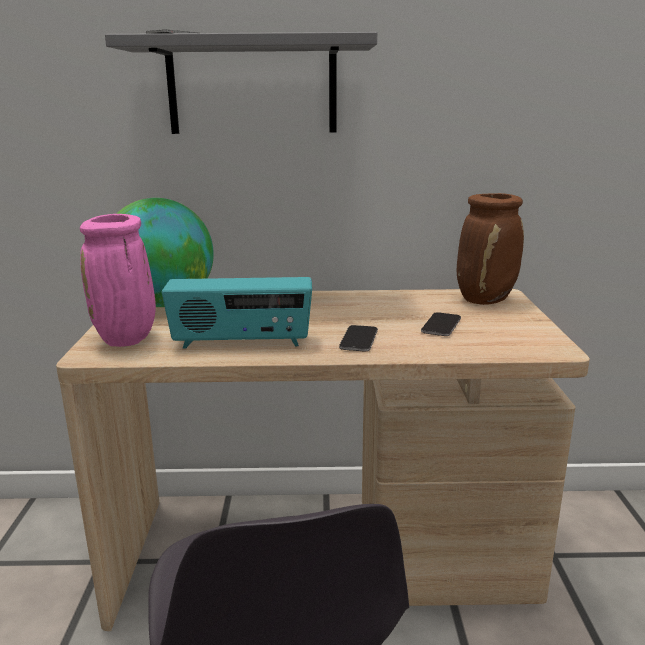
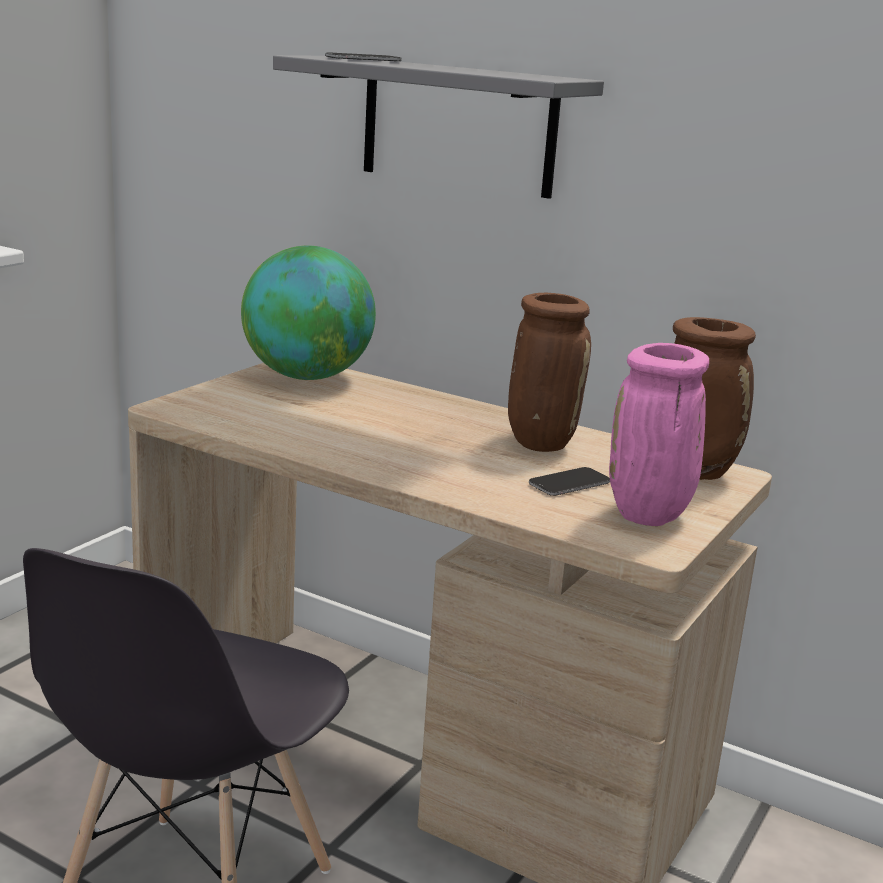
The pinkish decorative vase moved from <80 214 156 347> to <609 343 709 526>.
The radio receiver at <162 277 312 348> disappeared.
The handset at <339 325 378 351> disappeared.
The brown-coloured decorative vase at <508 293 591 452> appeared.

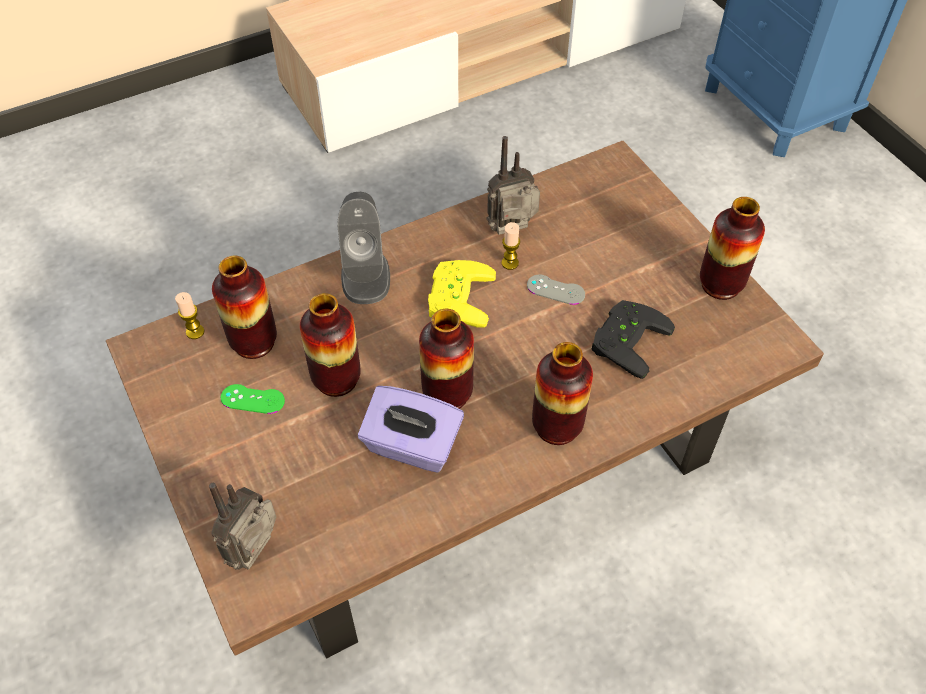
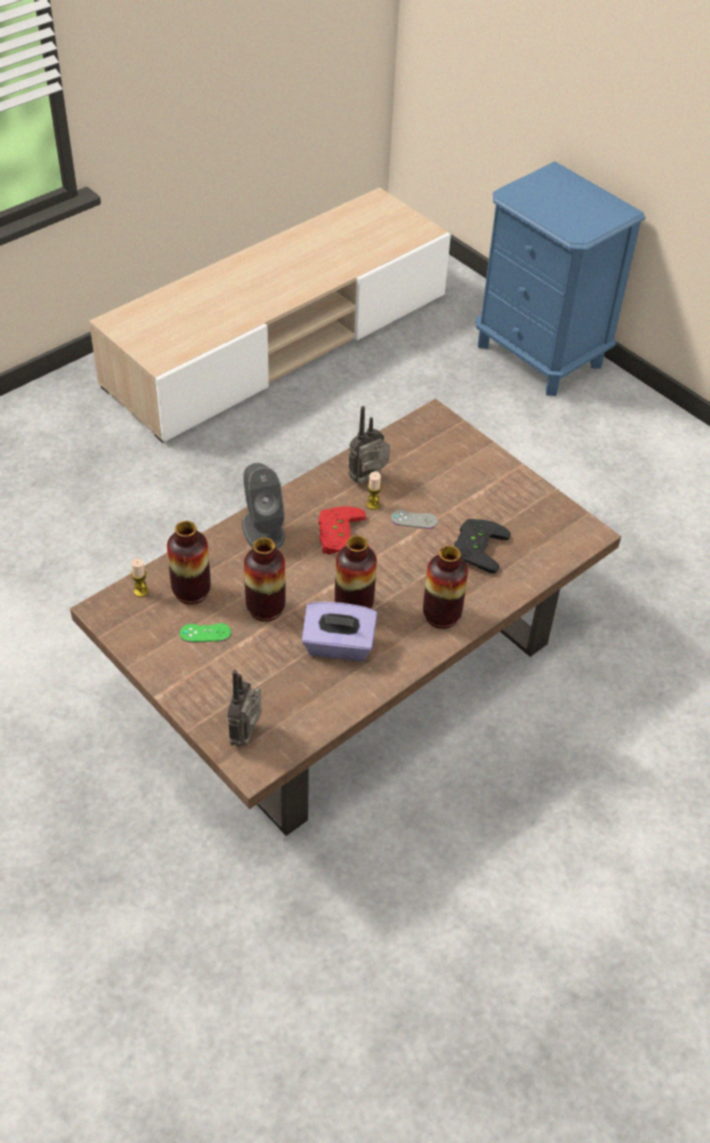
The yellow-coloured game controller at <428 260 496 328> became the red-coloured game controller at <318 506 370 555>.
The decorative vase at <700 197 765 300> disappeared.

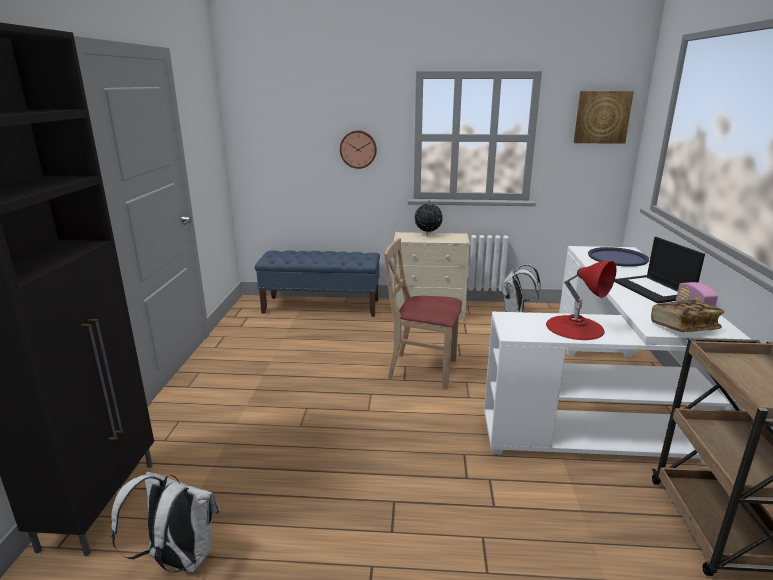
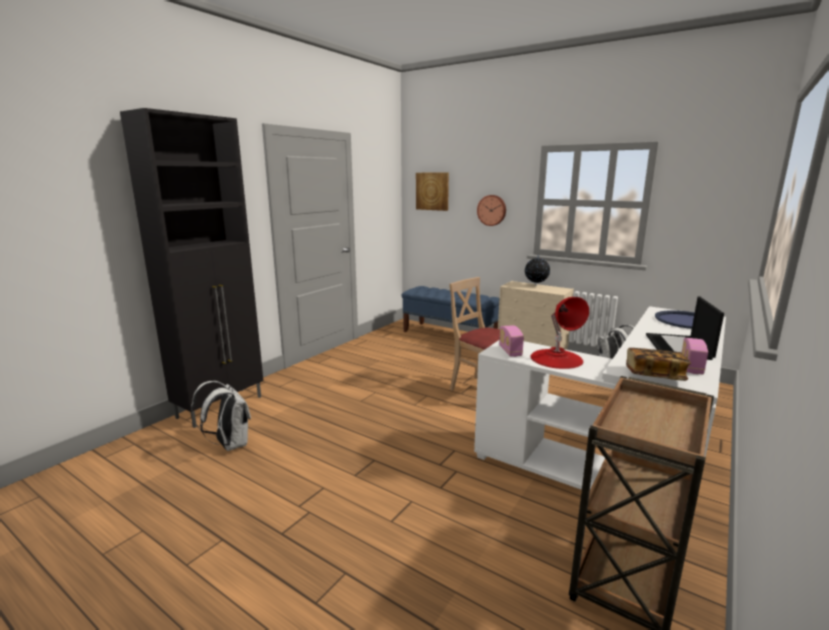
The picture moved from <574 91 634 144> to <416 172 449 211>.
The radio receiver at <499 325 524 357> appeared.

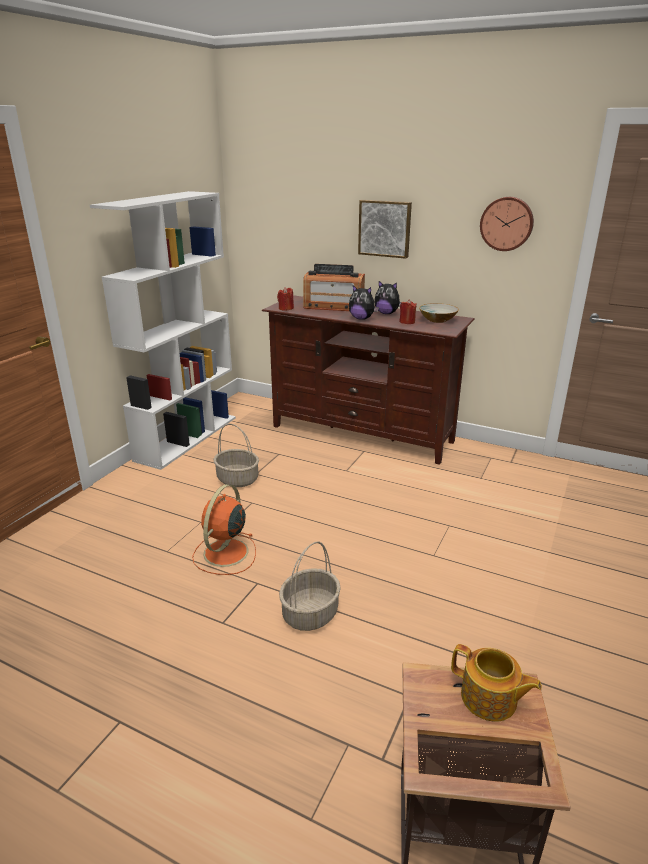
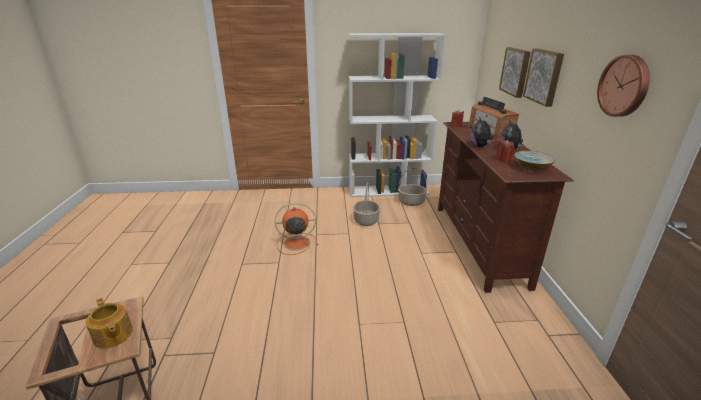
The household basket moved from <279 542 341 631> to <398 168 427 206>.
The tea pot at <451 644 542 722> turned 45 degrees counterclockwise.
The picture at <499 47 531 98> appeared.

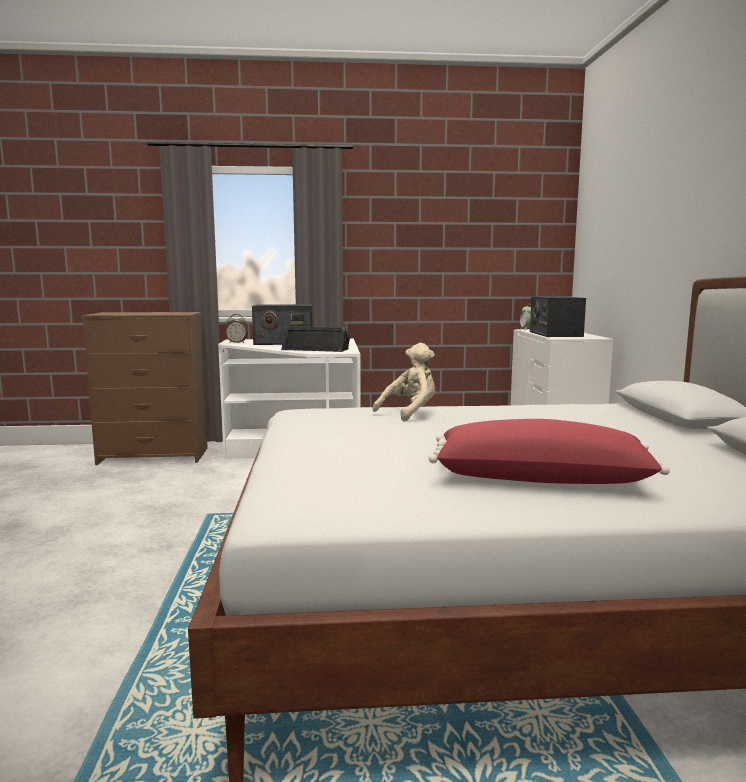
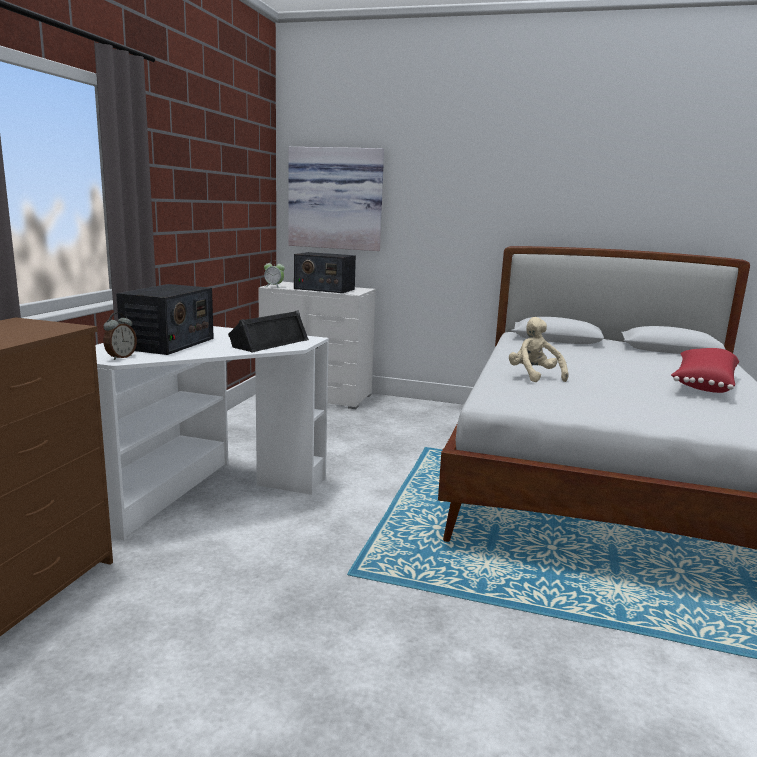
The picture at <288 147 384 251> appeared.

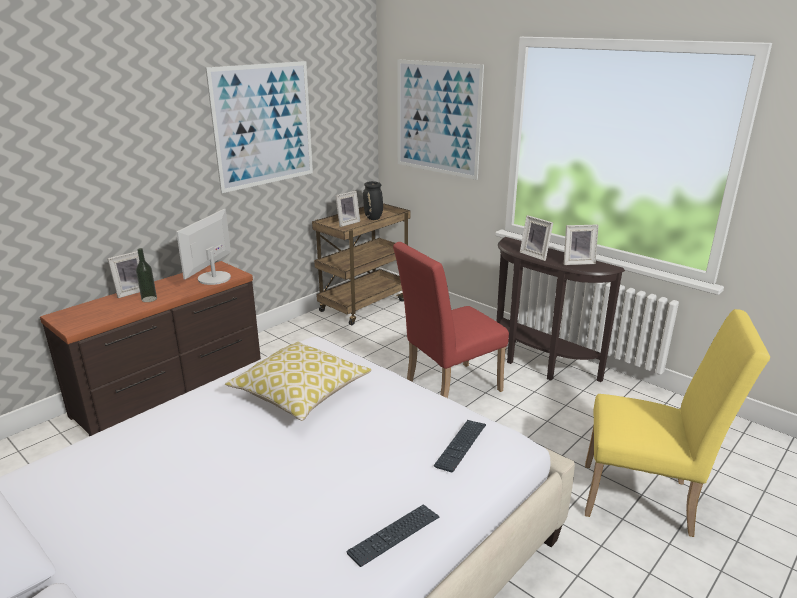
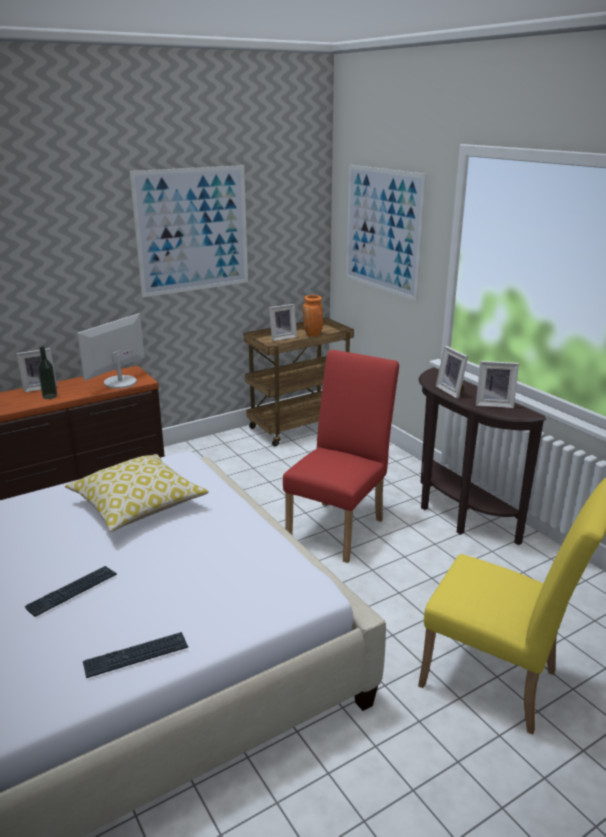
The black decorative vase at <363 181 383 220> became the orange-coloured decorative vase at <303 295 323 337>.
The red-coloured chair at <393 242 509 398> turned 135 degrees clockwise.
The PC keyboard moved from <434 420 486 472> to <25 566 117 617>.

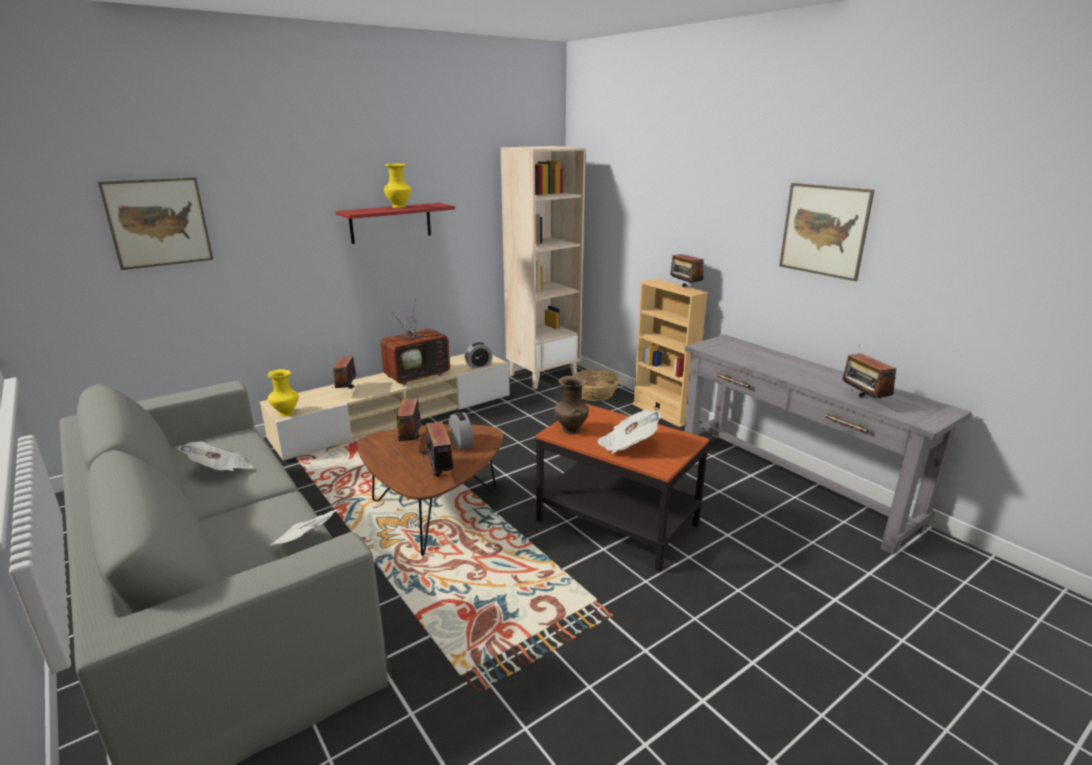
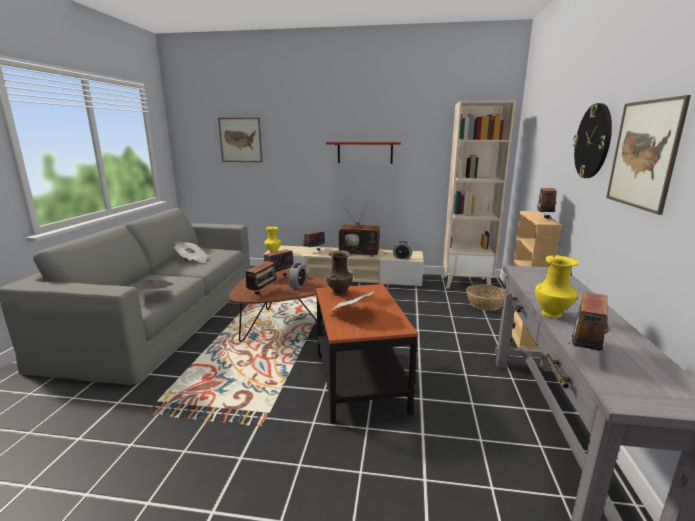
The yellow-coloured decorative vase moved from <384 163 411 208> to <535 255 579 318>.
The wall clock at <573 103 612 178> appeared.

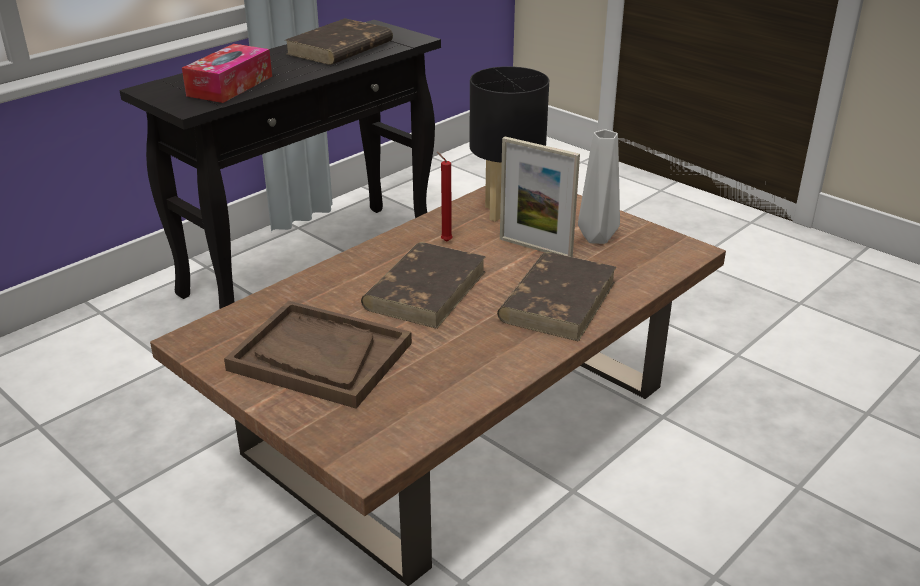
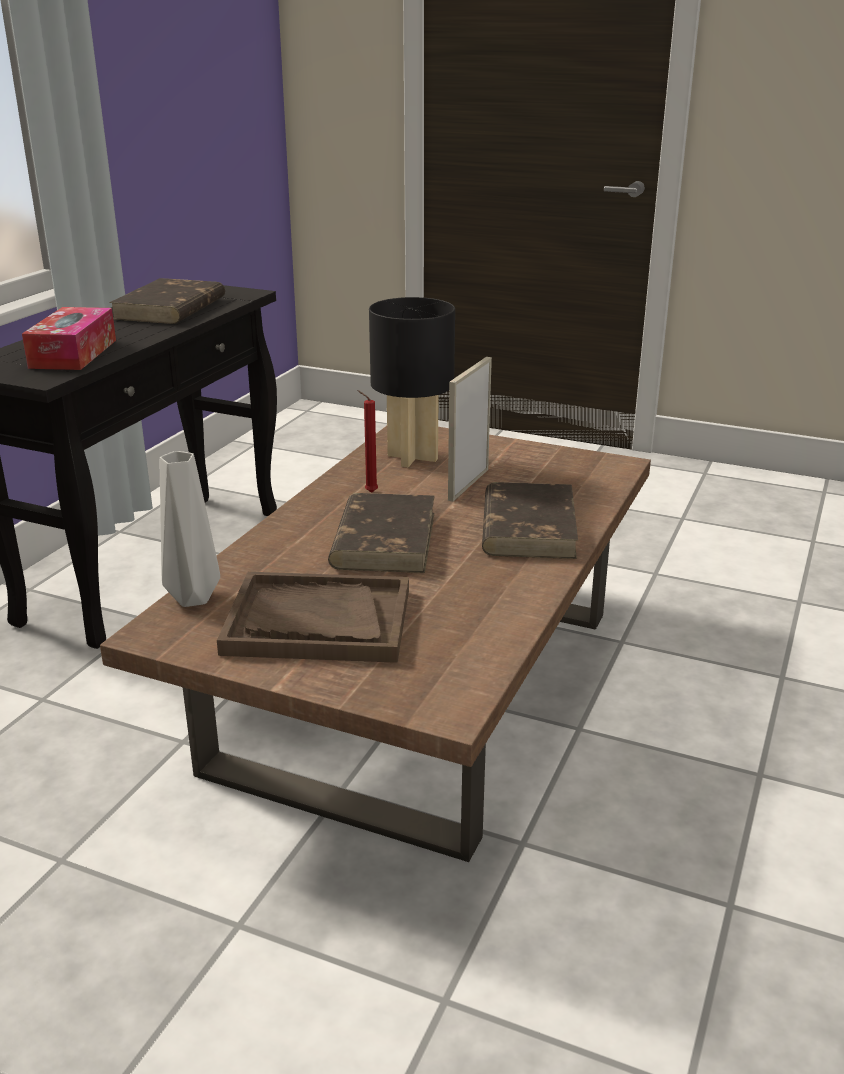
The picture frame at <500 137 580 257> turned 105 degrees clockwise.
The gray decorative vase moved from <578 129 620 244> to <160 451 220 607>.

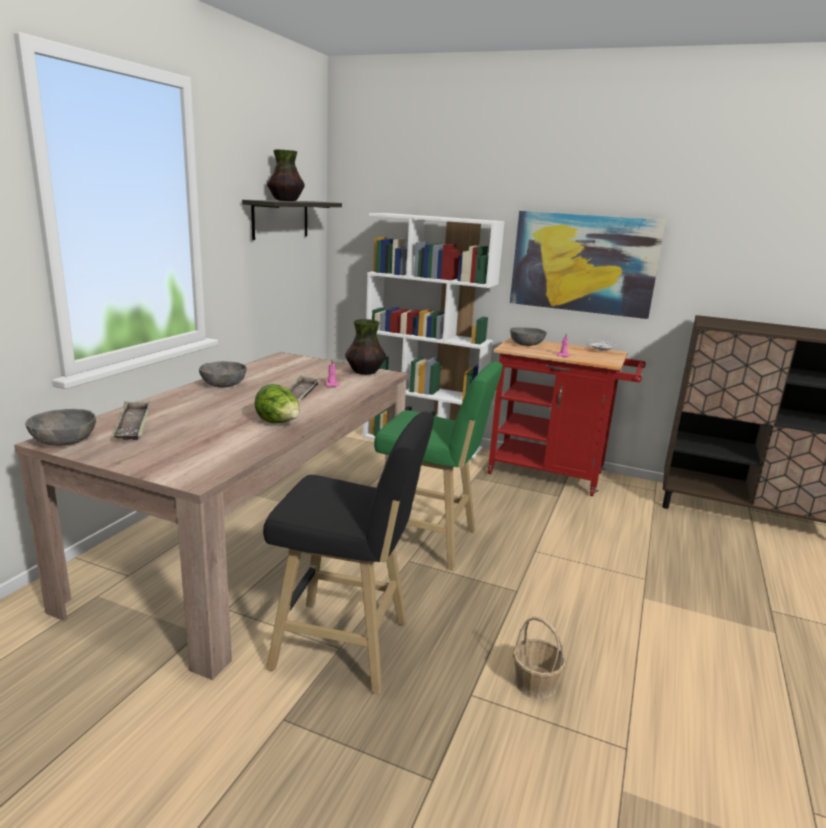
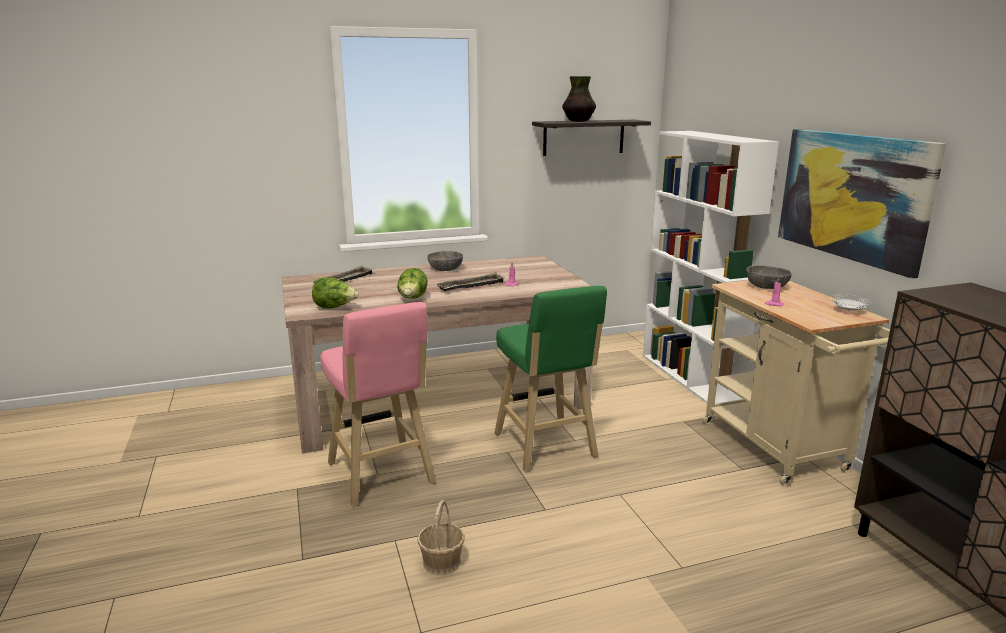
The gray bowl at <25 409 96 446> disappeared.
The black stool seat at <263 411 434 694> became the pinkish stool seat at <320 302 436 507>.
The decorative vase at <345 319 386 375> disappeared.
The red-coloured trolley at <488 337 646 496> became the beige trolley at <703 280 890 486>.
The head of lettuce at <312 277 358 309> appeared.

